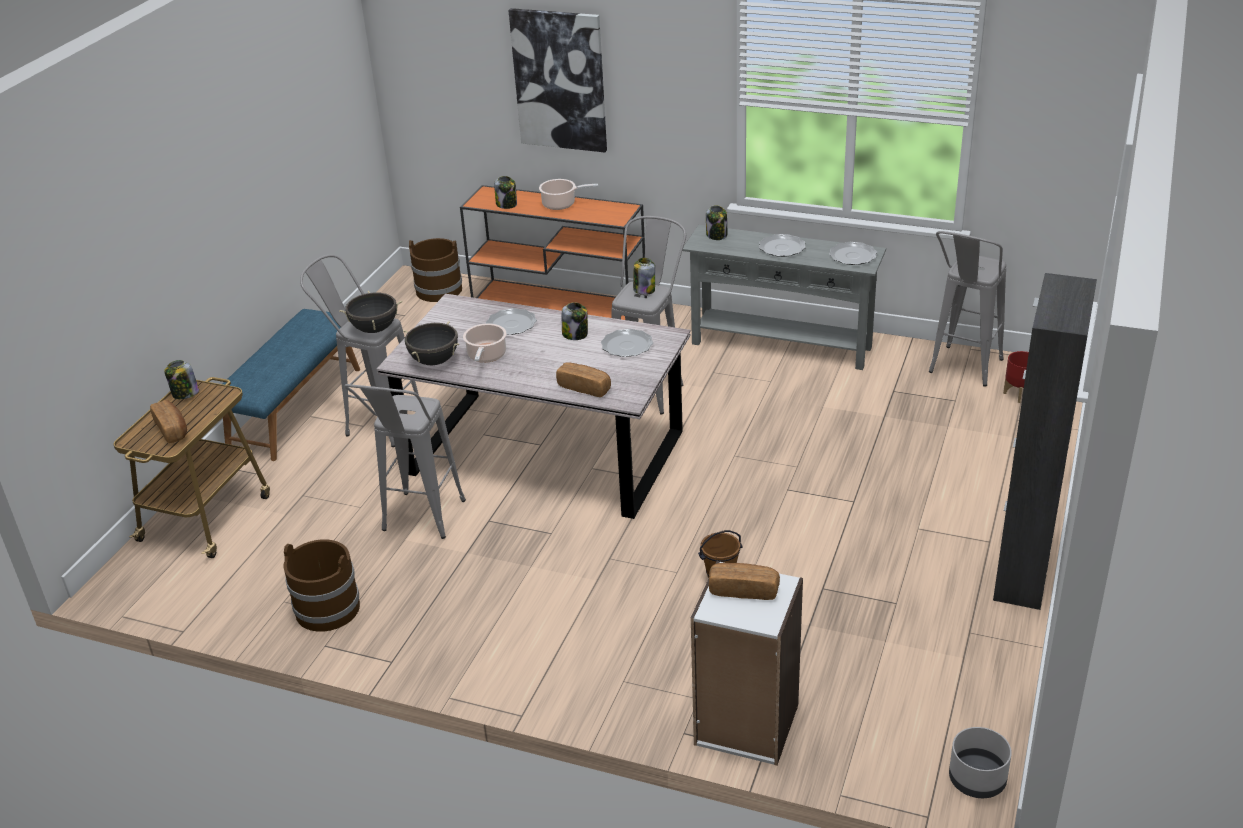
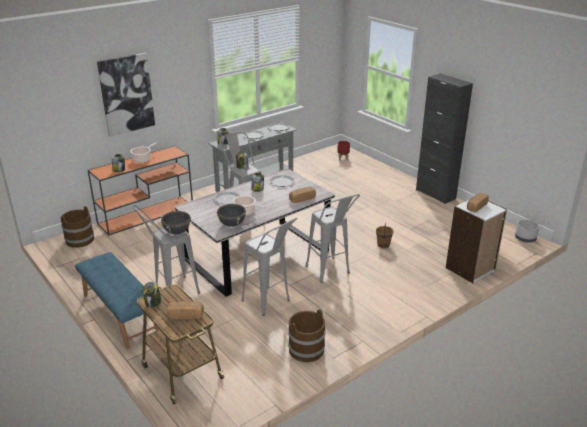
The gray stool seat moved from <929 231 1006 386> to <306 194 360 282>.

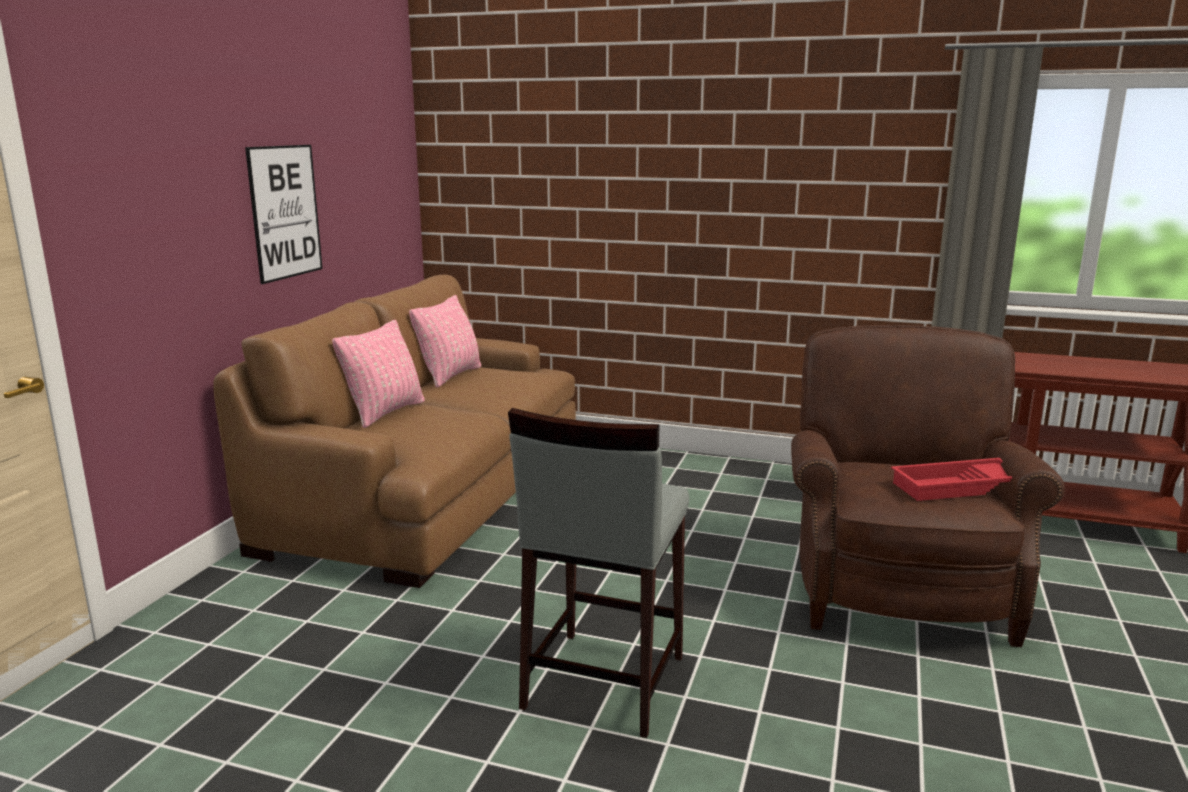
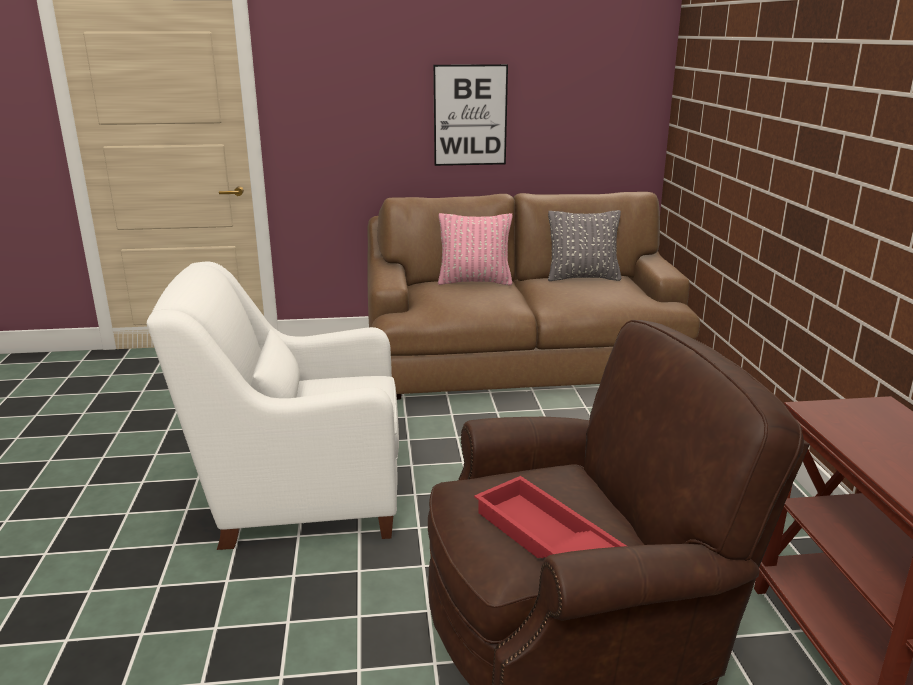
The pinkish throw pillow at <409 295 481 388> became the gray throw pillow at <548 210 621 281>.
The gray stool seat at <508 408 689 738> was replaced by the white lounge chair at <147 262 399 550>.

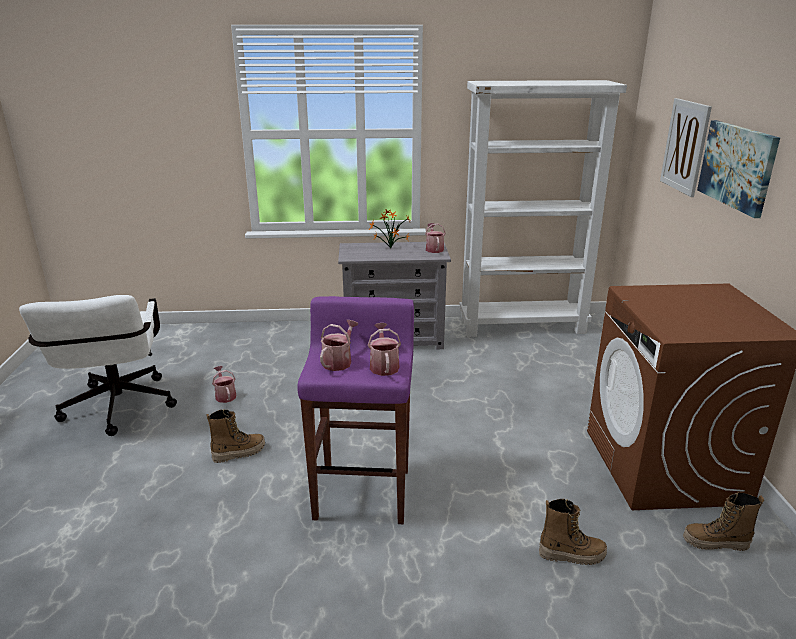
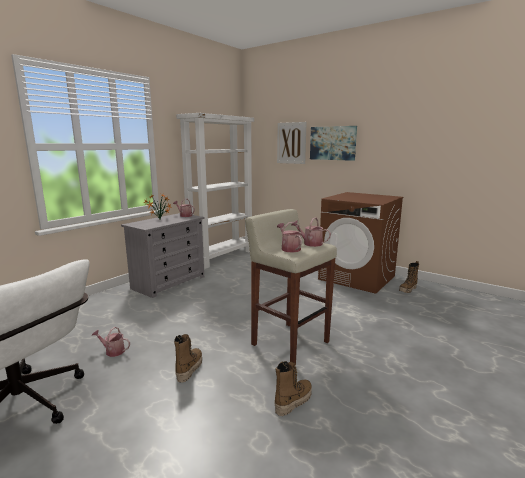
The purple-coloured stool seat at <298 296 414 524> became the beige stool seat at <245 209 337 364>.
The high-top boot moved from <539 499 607 565> to <274 361 312 416>.

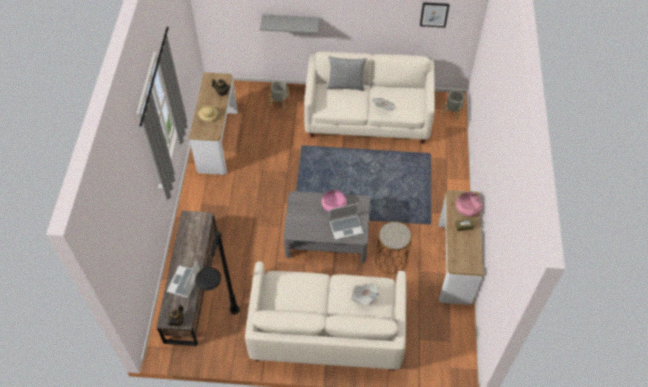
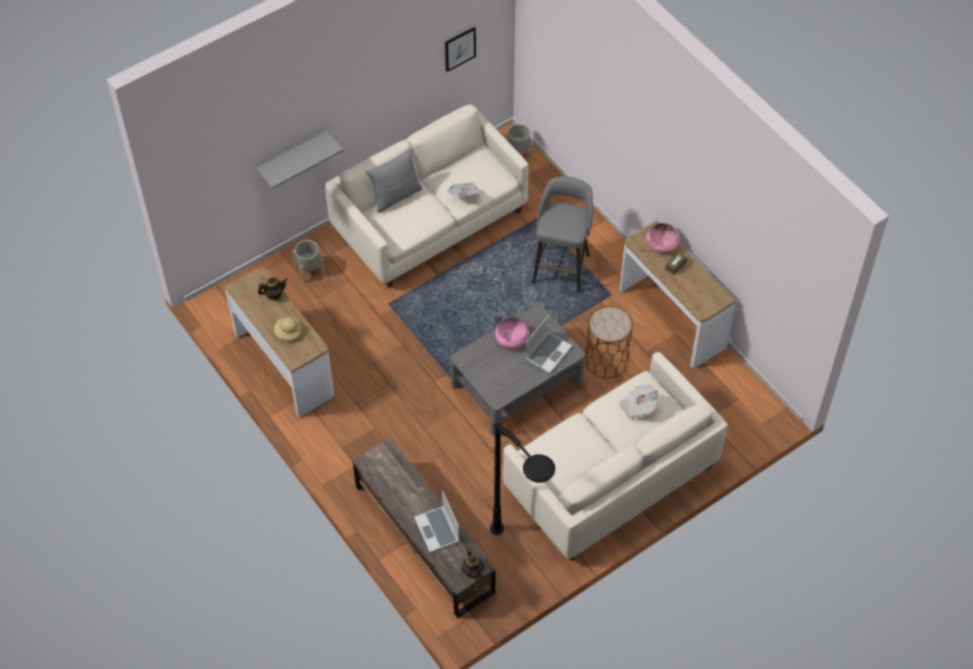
The gray stool seat at <532 176 593 293> appeared.

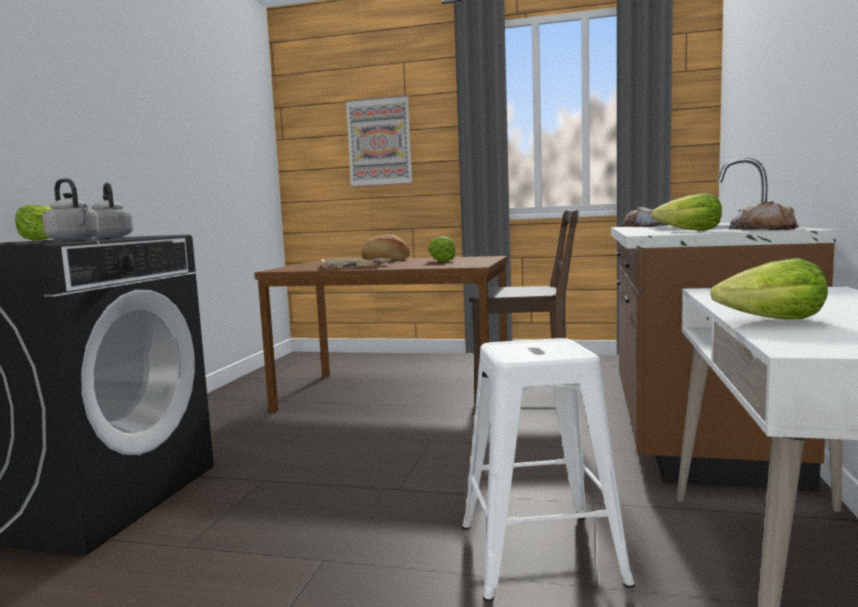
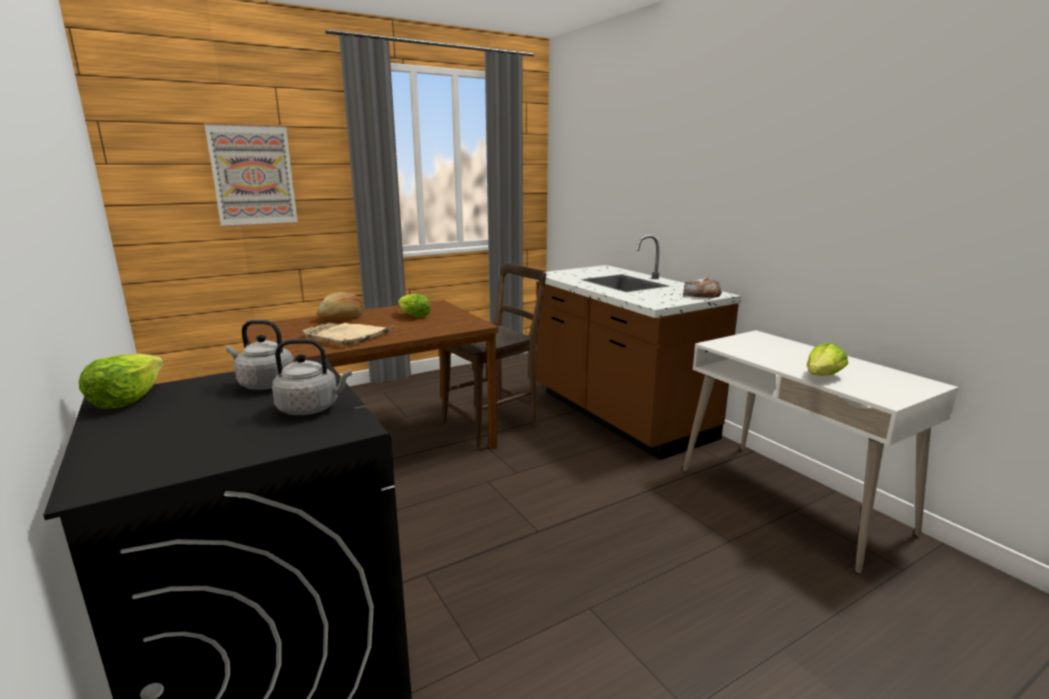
The white stool seat at <462 338 635 602> disappeared.
The bread at <621 207 667 227> disappeared.
The head of lettuce at <651 193 722 231> disappeared.

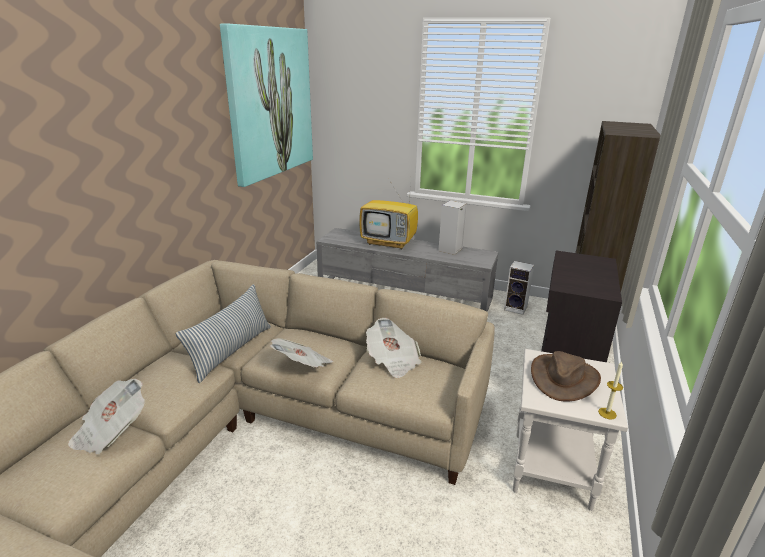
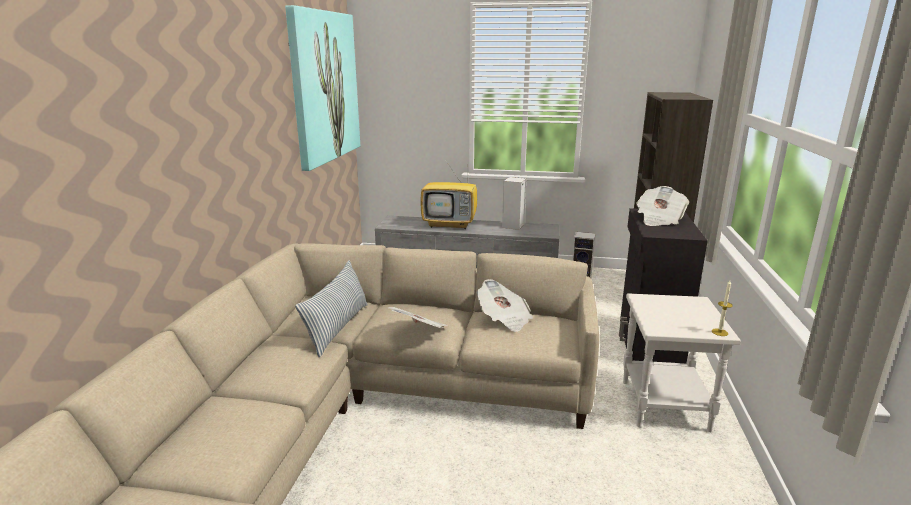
The printed paper moved from <68 379 145 455> to <636 186 689 226>.
The brown-coloured wearable hat at <531 351 601 401> disappeared.

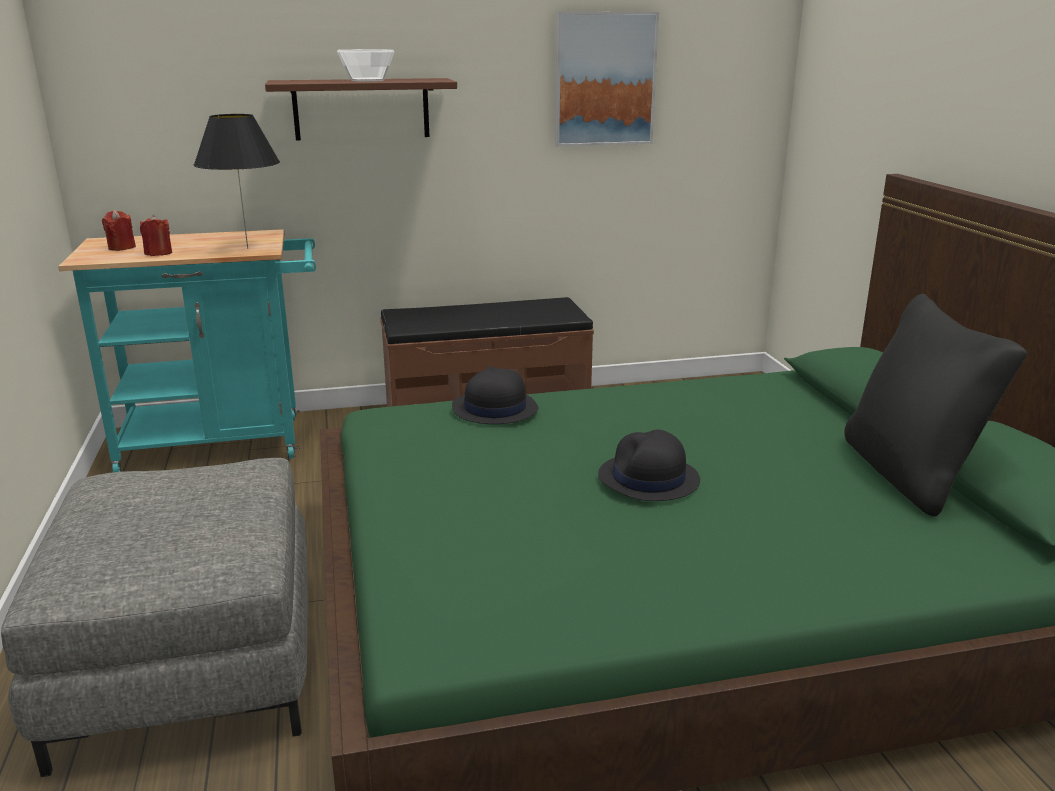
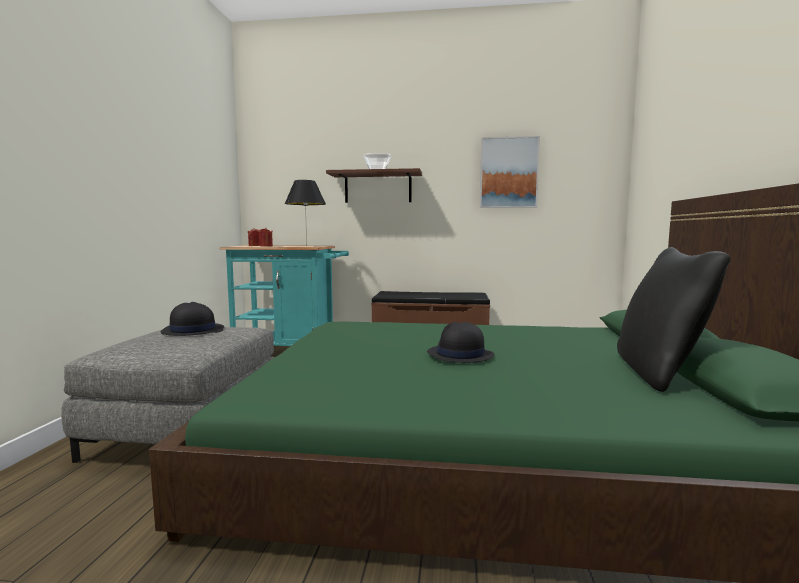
The black wearable hat moved from <452 366 538 424> to <160 302 224 336>.

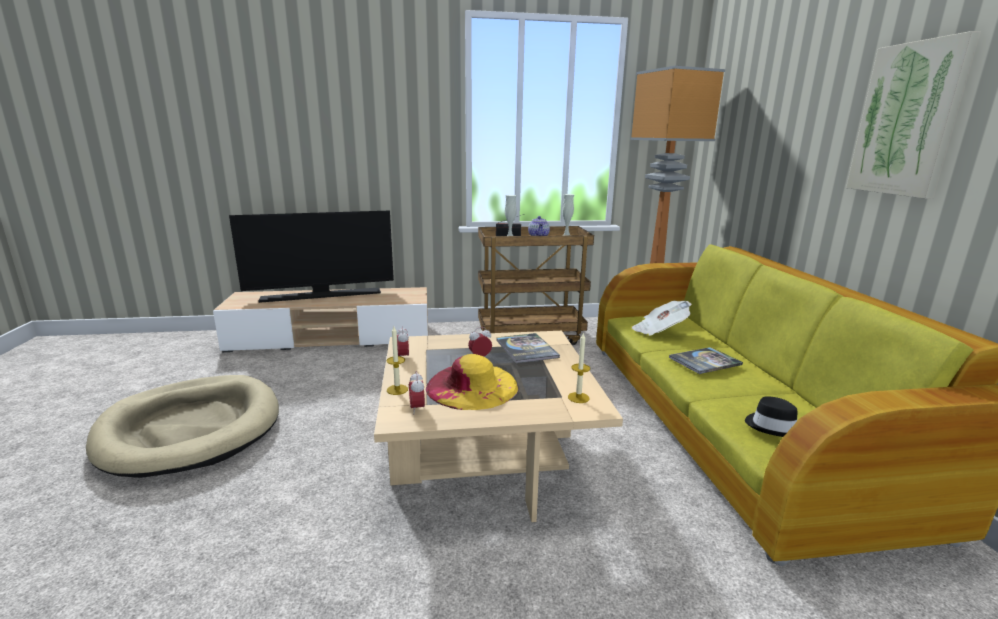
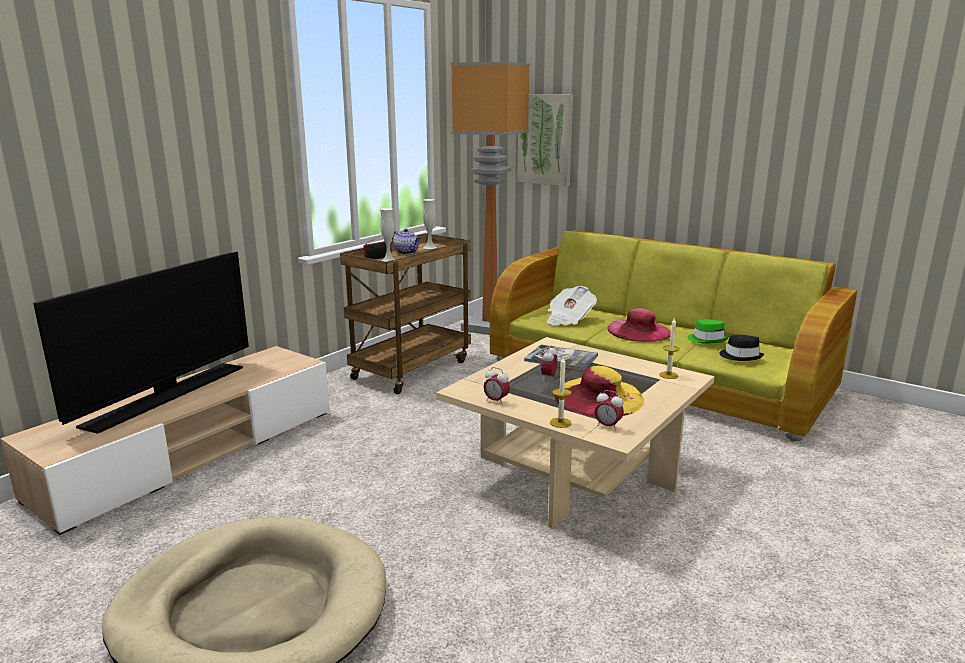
The bound book at <669 347 743 374> was replaced by the pinkish wearable hat at <607 308 671 342>.
The picture moved from <846 31 981 199> to <517 94 573 186>.
The green wearable hat at <688 319 729 344> appeared.

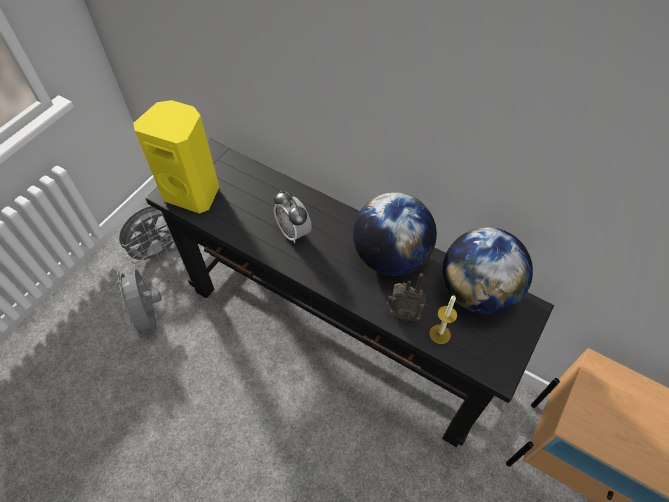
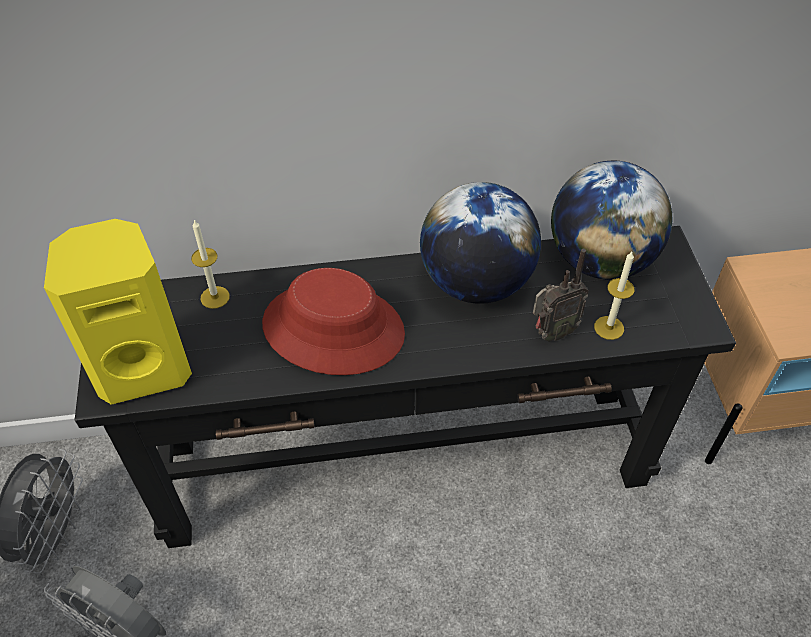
The table clock at <273 190 312 243> was replaced by the red-coloured wearable hat at <262 268 405 375>.
The wax light at <191 220 230 309> appeared.

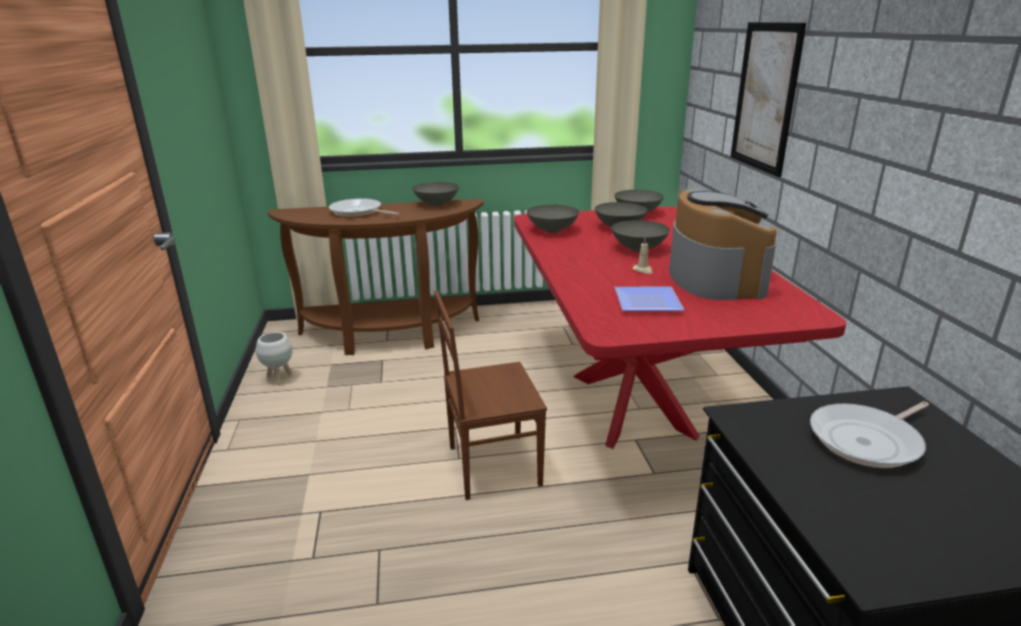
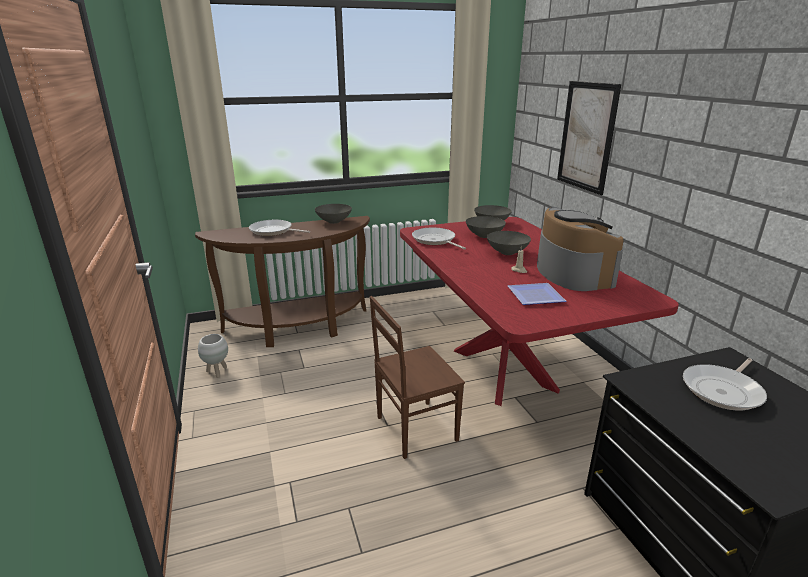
The gray bowl at <527 205 579 233> was replaced by the frying pan at <412 227 466 249>.

